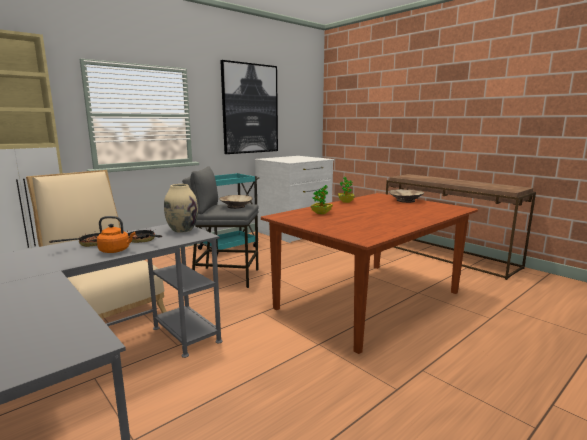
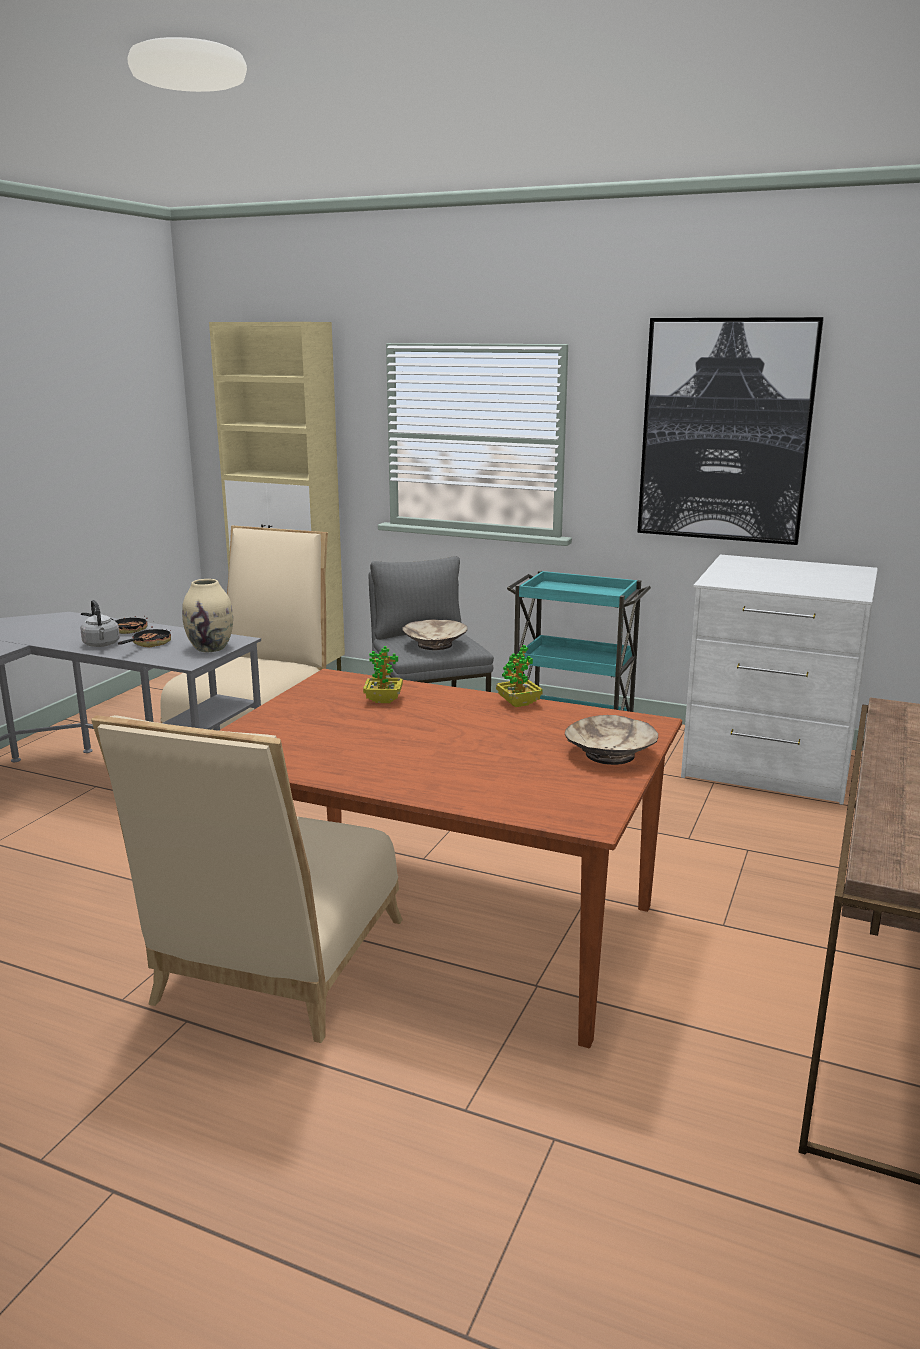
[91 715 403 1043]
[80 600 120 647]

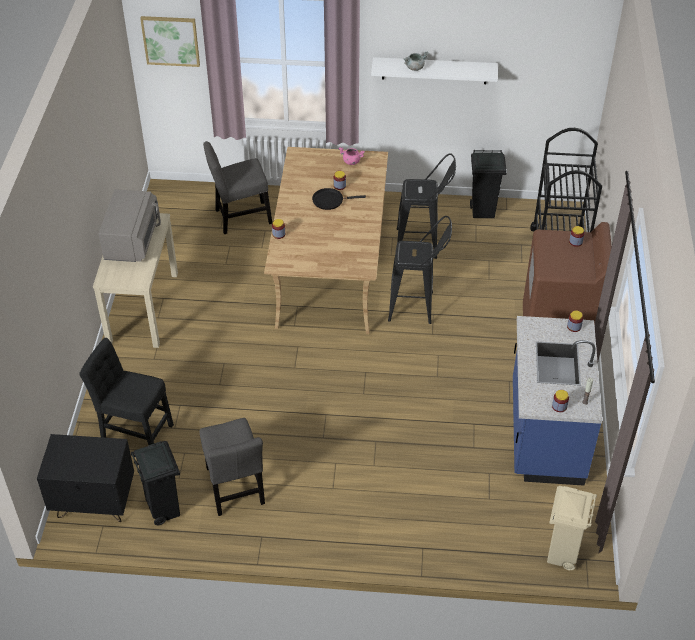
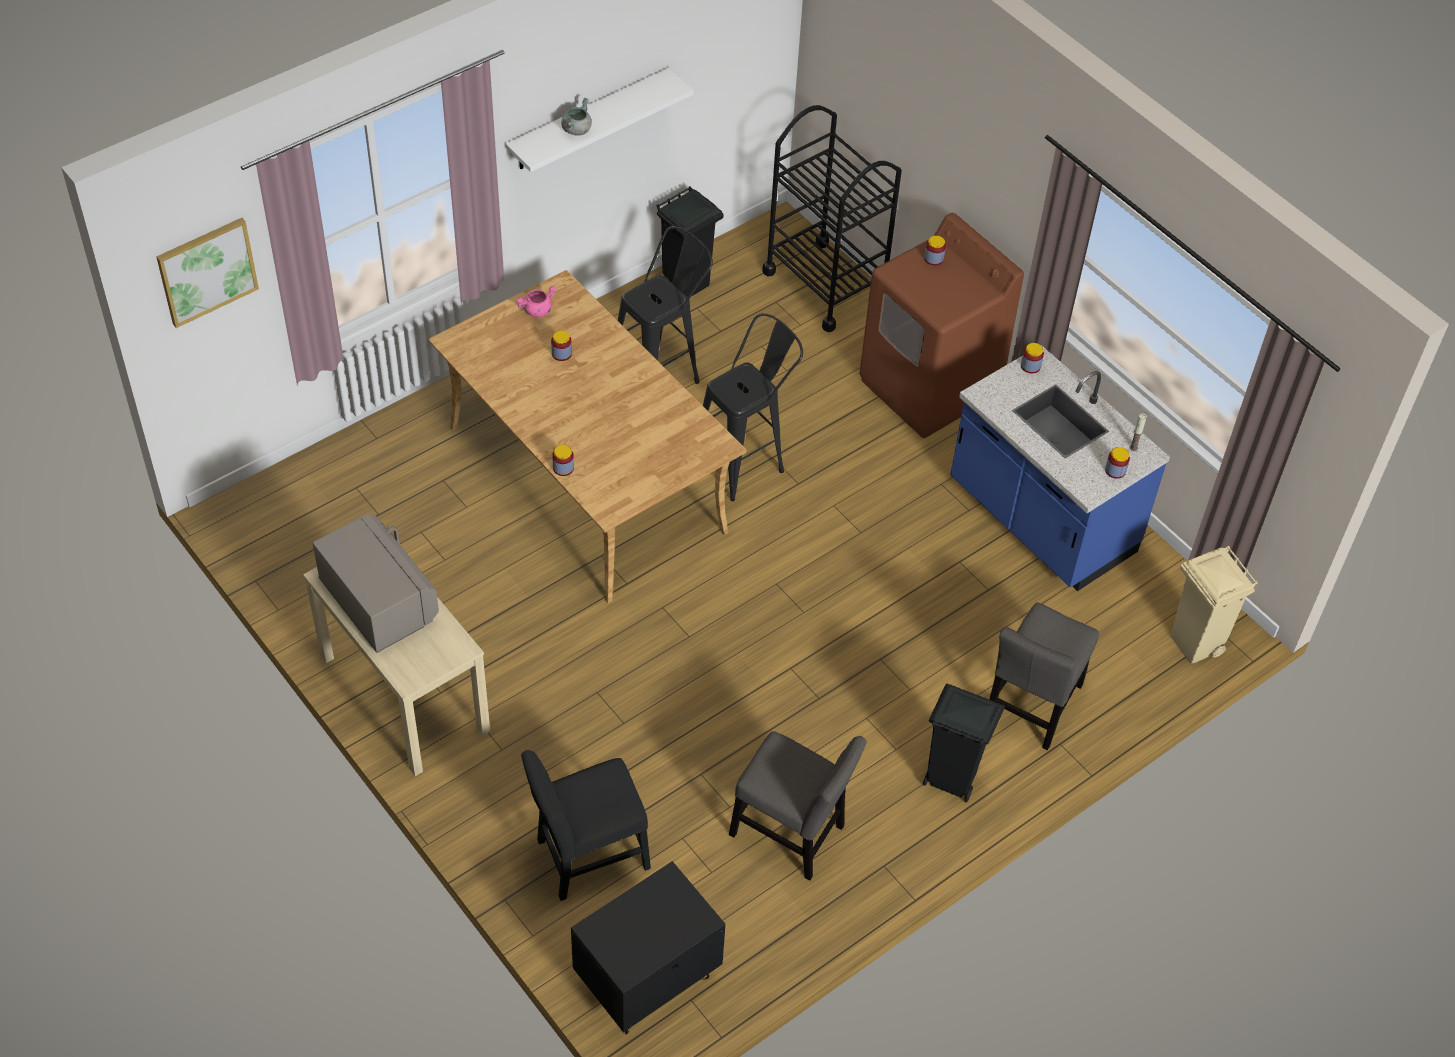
[312 188 366 210] (first image)
[923 683 1005 802]
[989 602 1099 750]

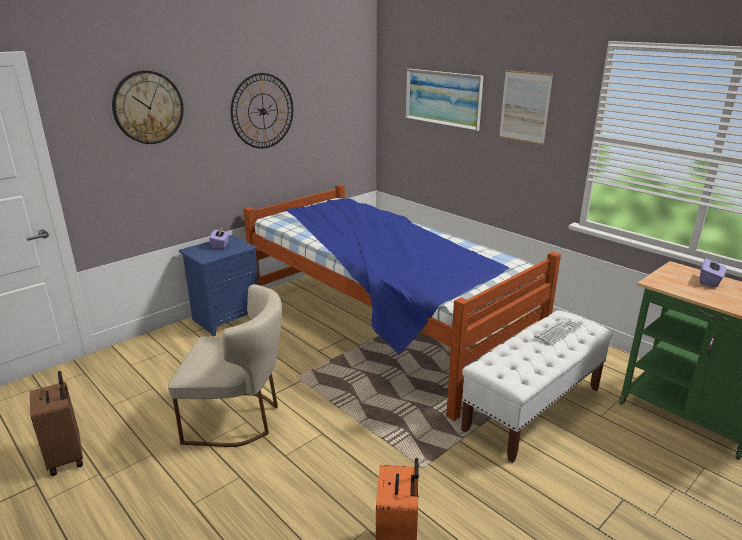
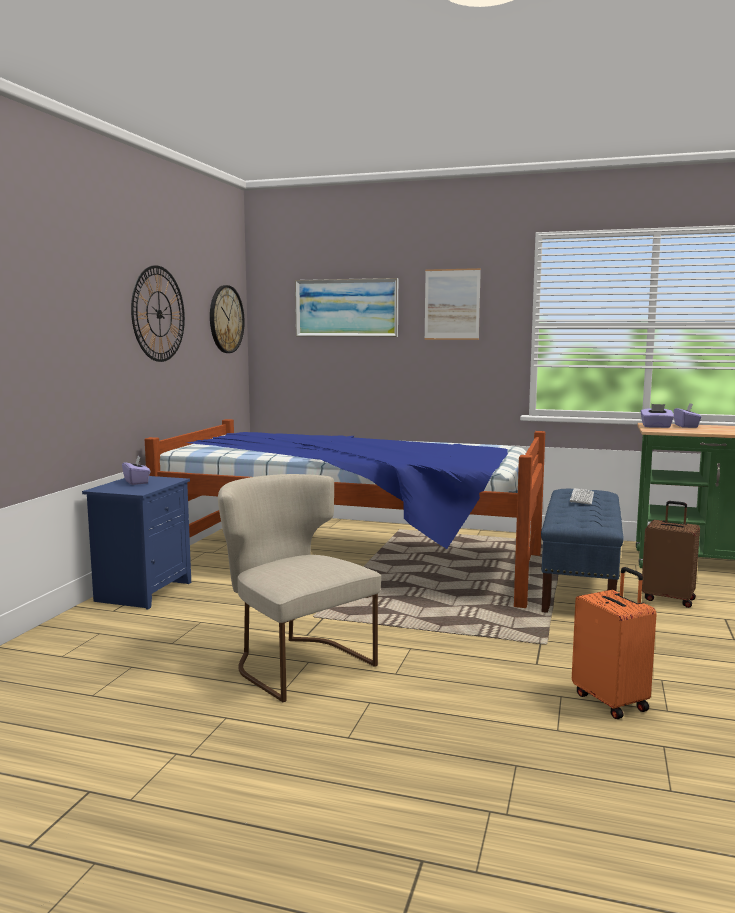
[641 404 674 428]
[642 501 700 608]
[210 285 245 353]
[541 489 624 613]
[218 474 381 702]

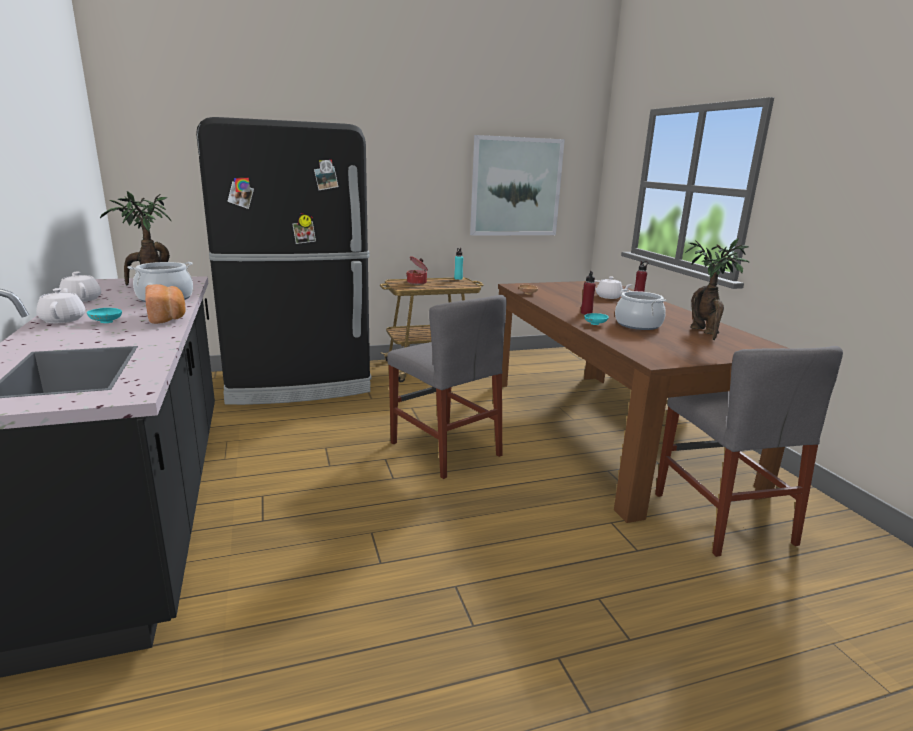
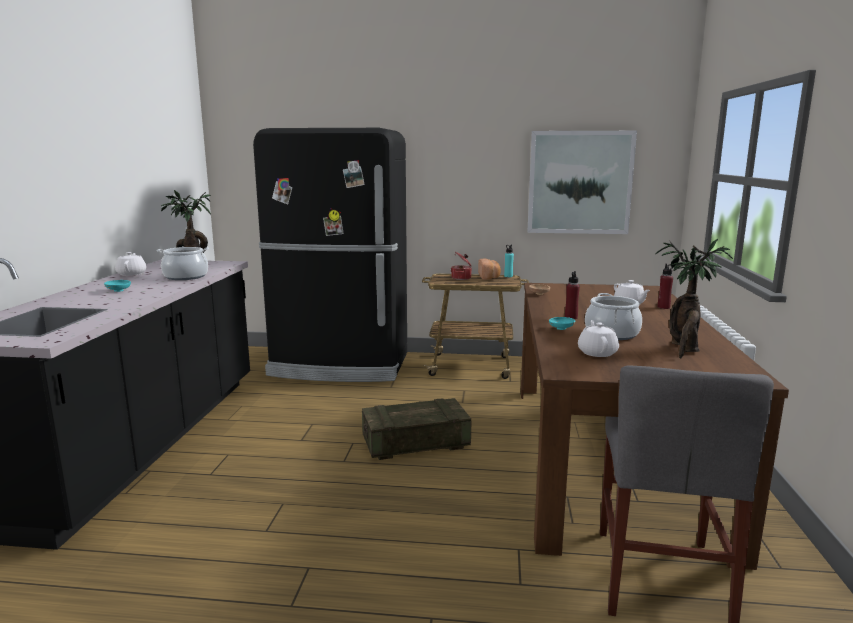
[578 320 619 357]
[478 259 501 280]
[362 398 471 460]

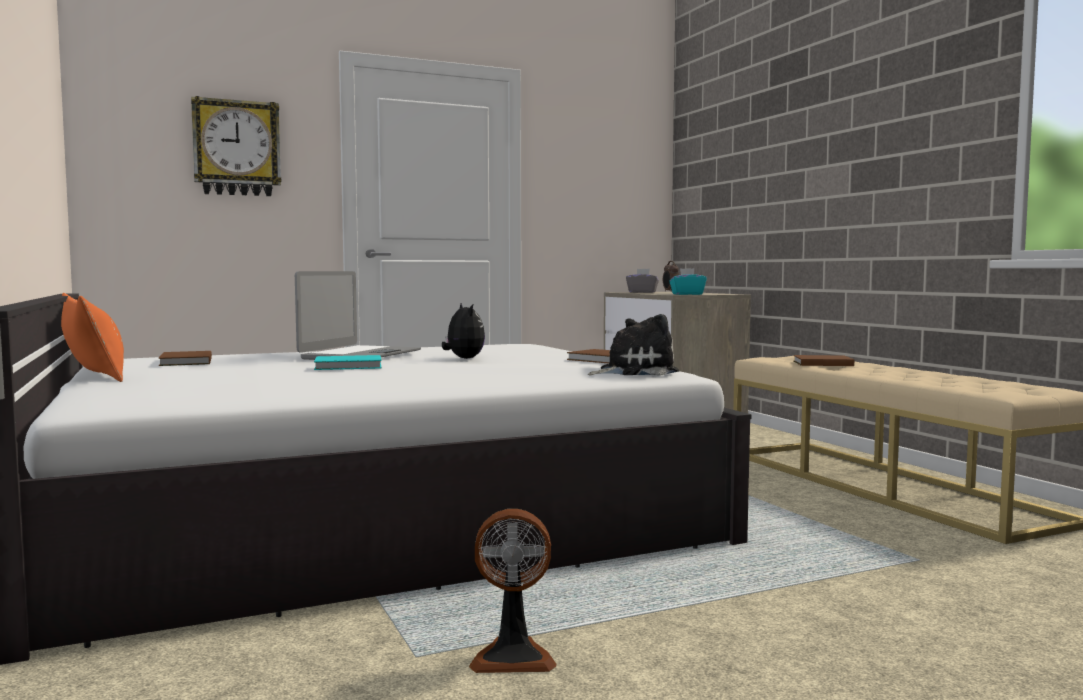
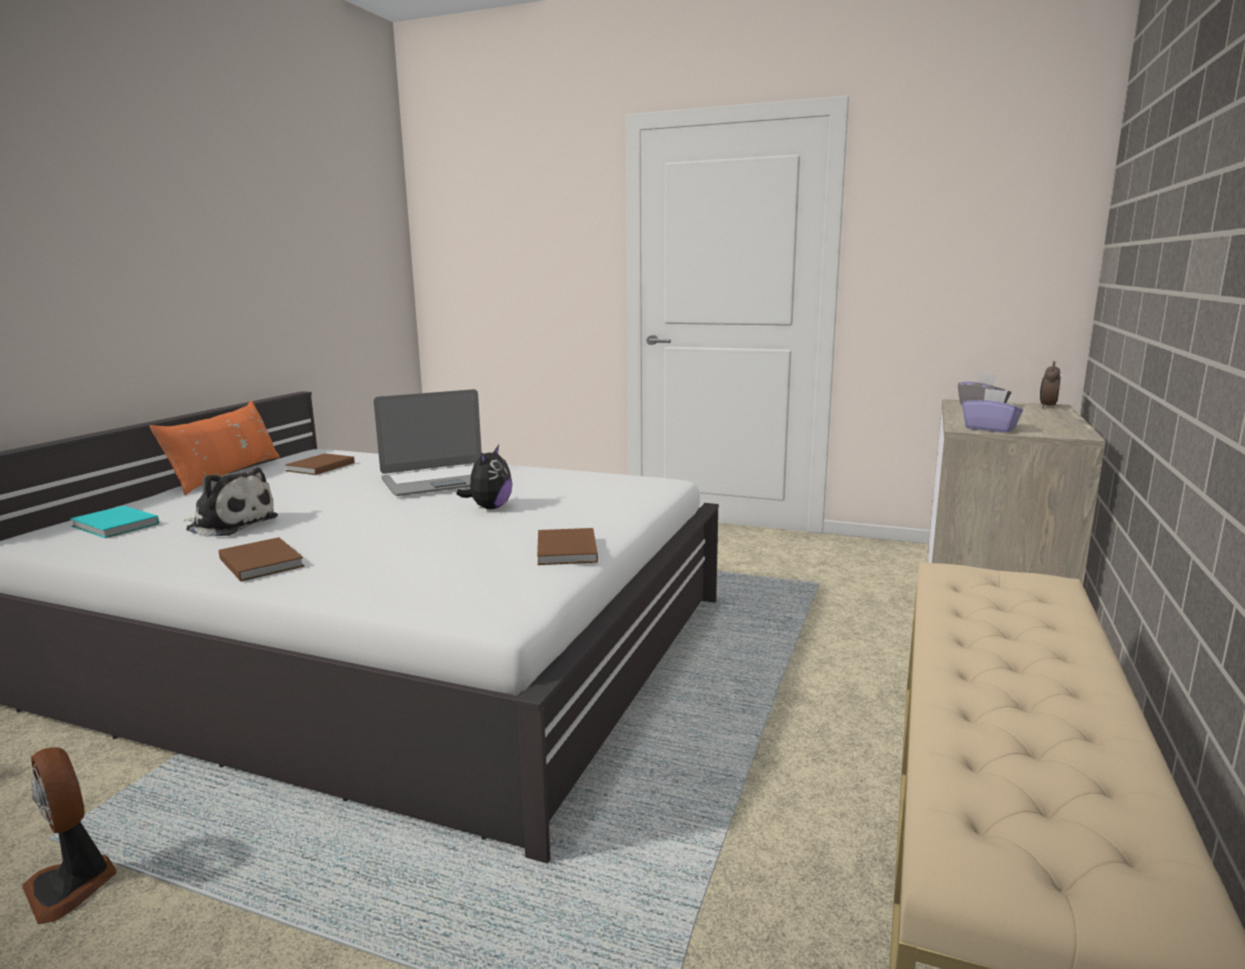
[191 96 281 196] (first image)
[70 506 159 538]
[184 468 278 537]
[219 537 304 581]
[962 388 1023 433]

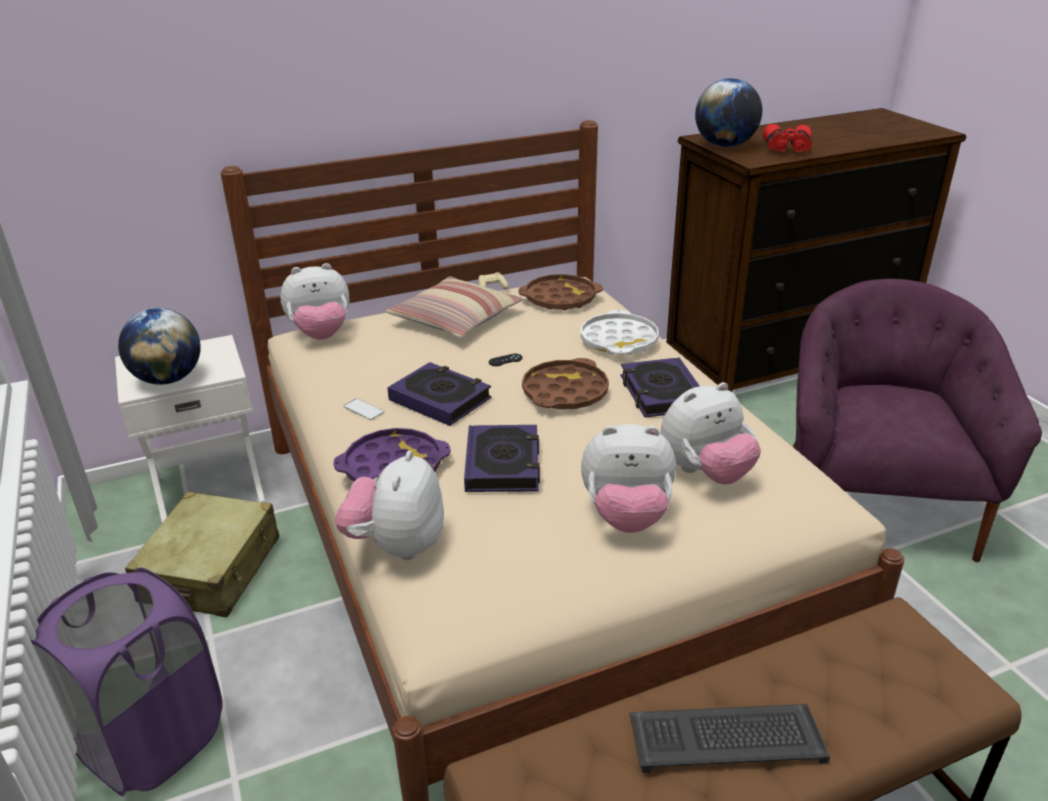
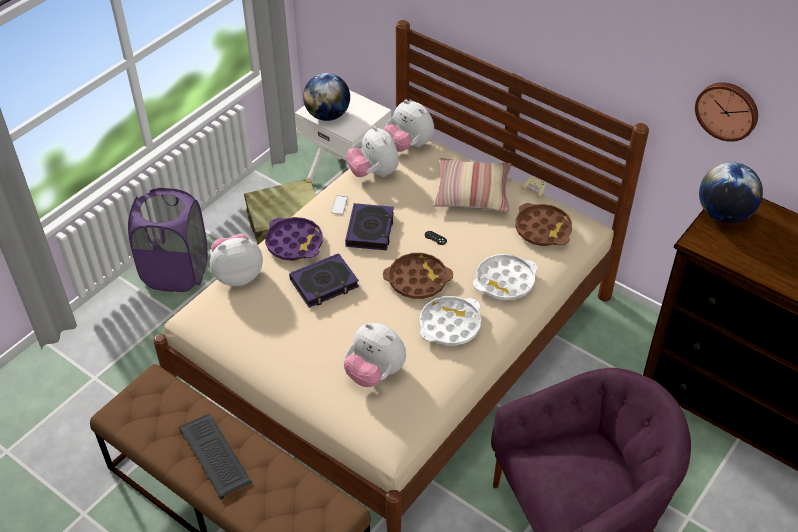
[763 124 812 152] (first image)
[695 82 758 142]
[346 126 399 177]
[419 296 481 346]

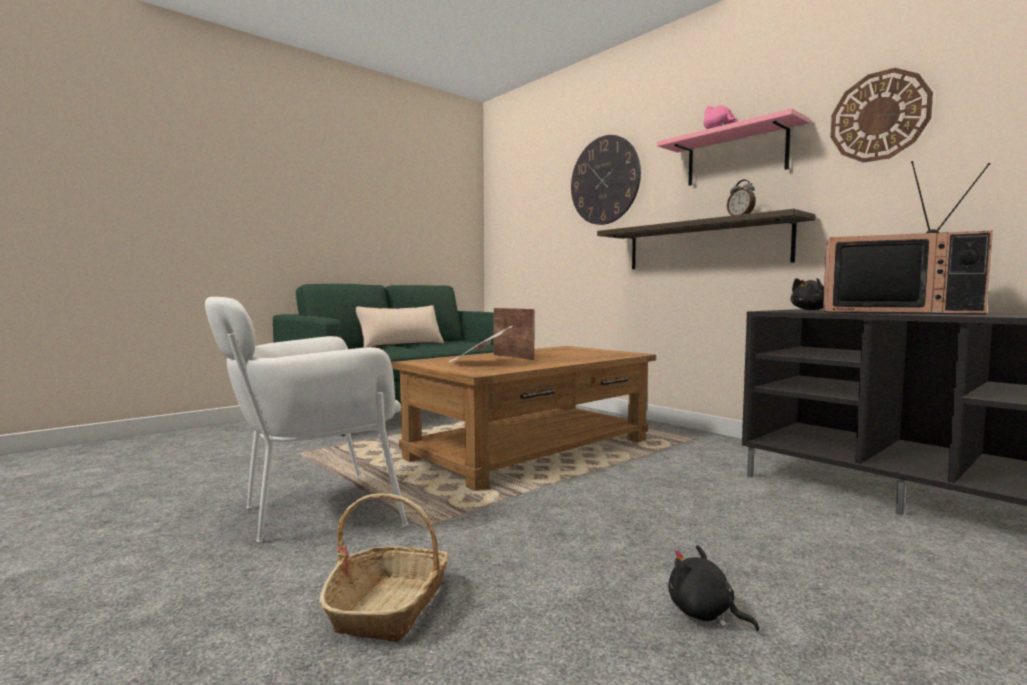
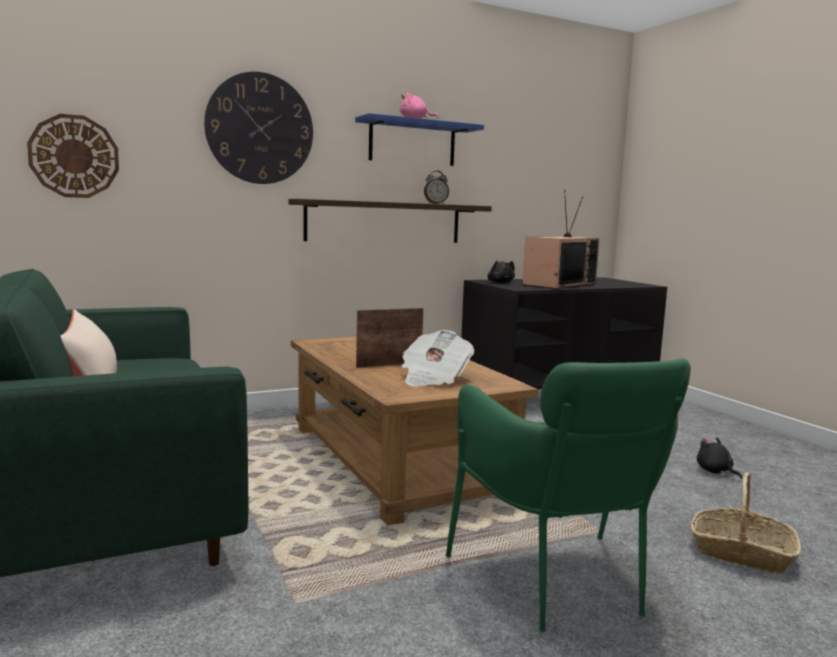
[27 114 119 198]
[445 359 691 632]
[355 113 484 166]
[697 438 742 479]

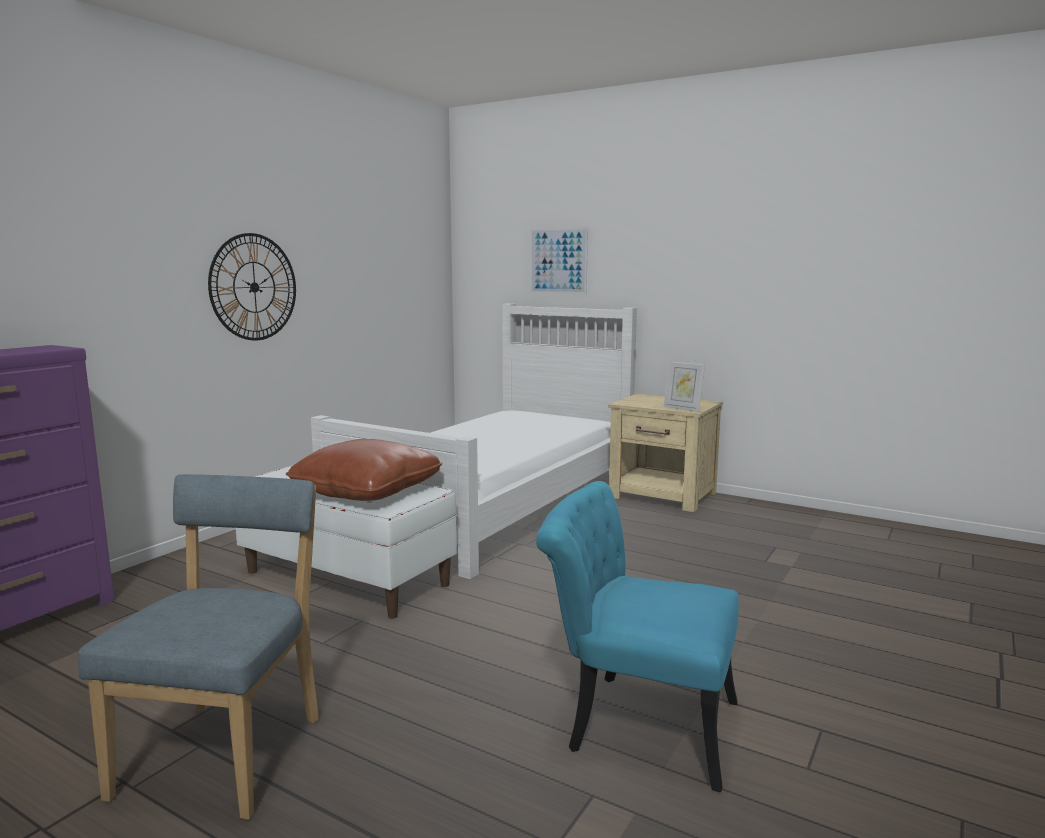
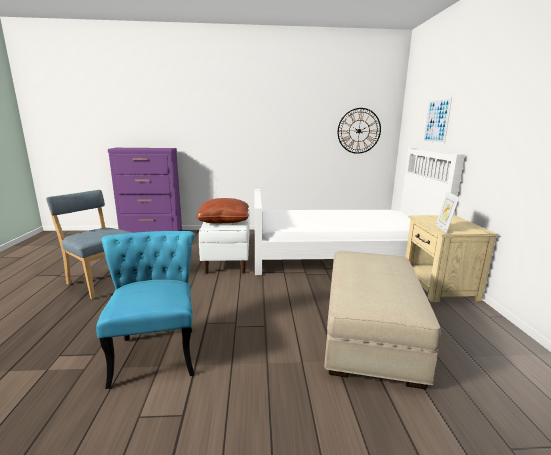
[324 251 441 389]
[338 108 381 154]
[46 190 132 299]

